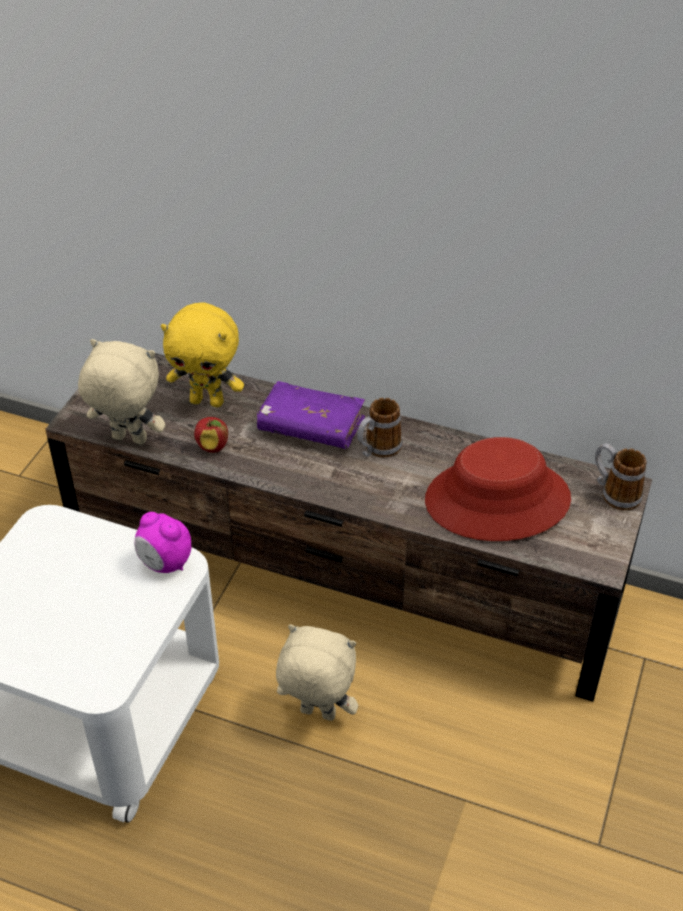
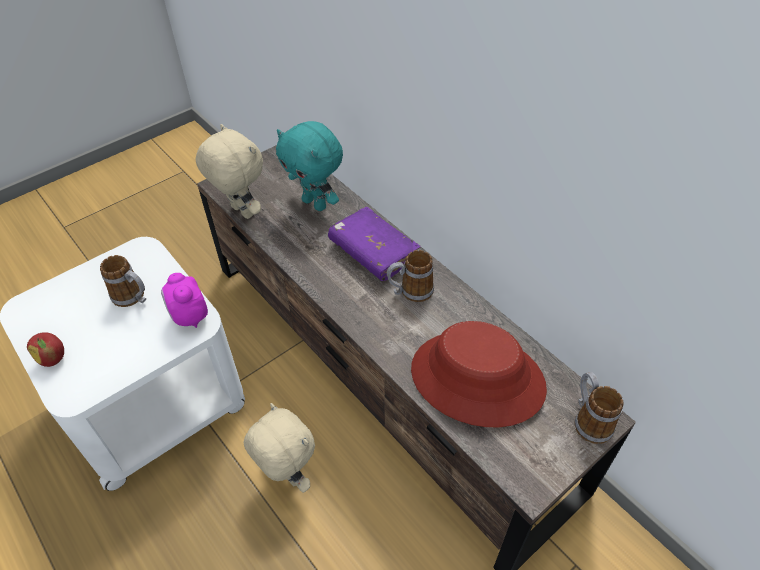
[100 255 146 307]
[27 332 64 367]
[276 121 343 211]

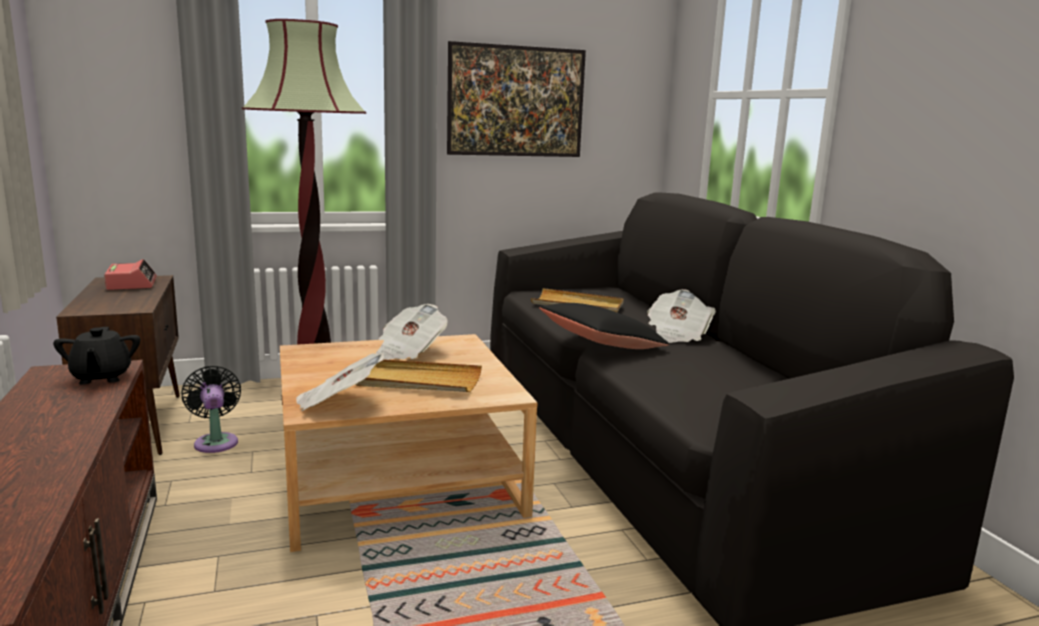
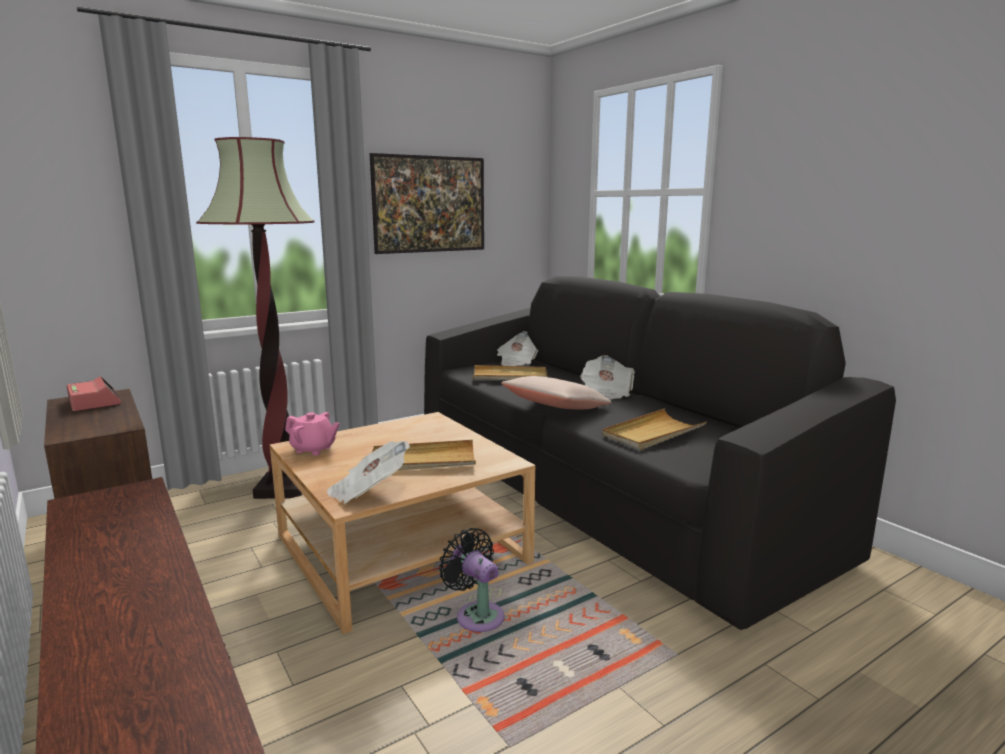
[53 327 140 385] (first image)
[285 412 340 456]
[602 409 706 450]
[439 528 505 632]
[497 331 538 366]
[501 376 612 410]

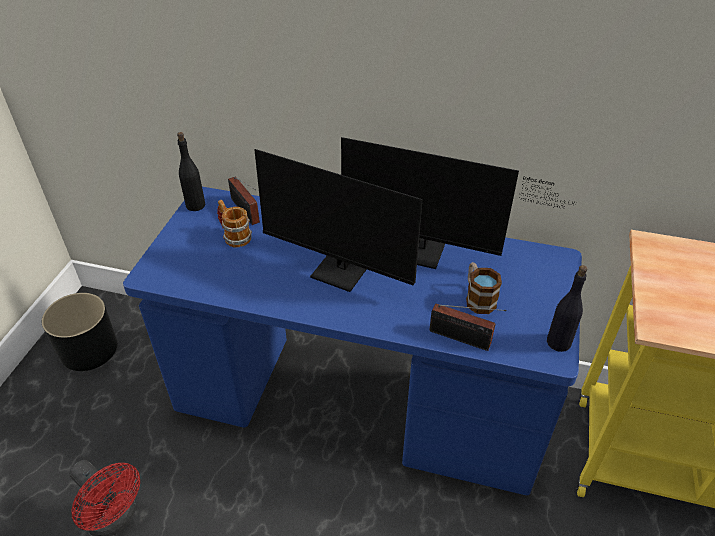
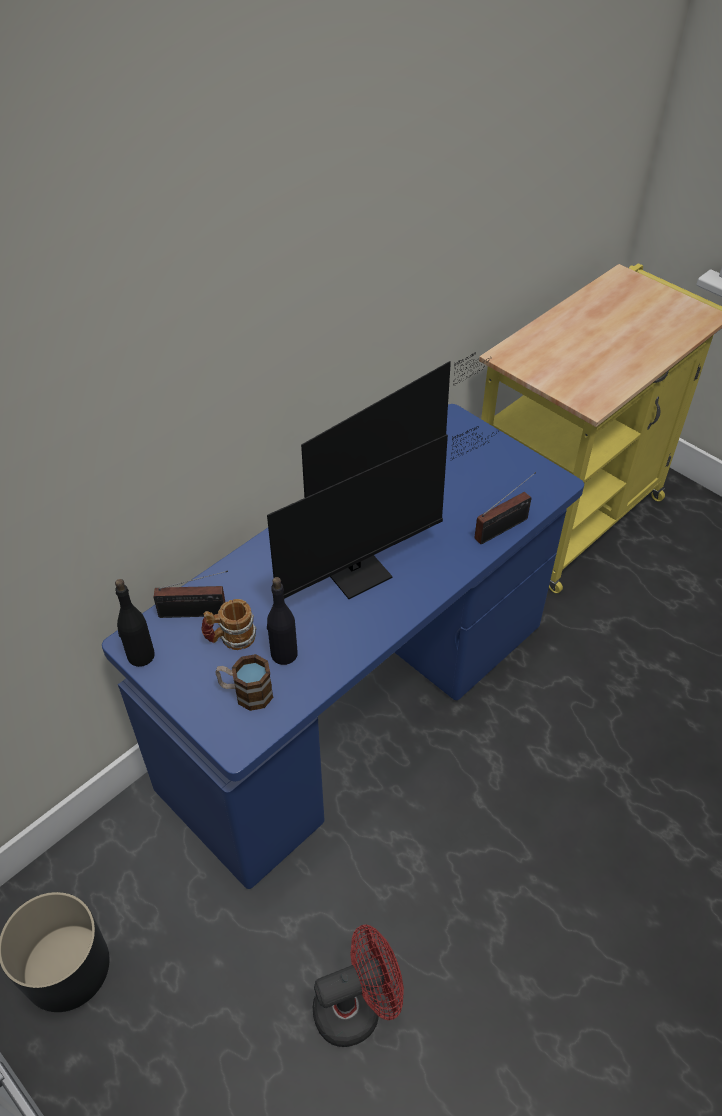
[215 654 273 711]
[267 577 298 665]

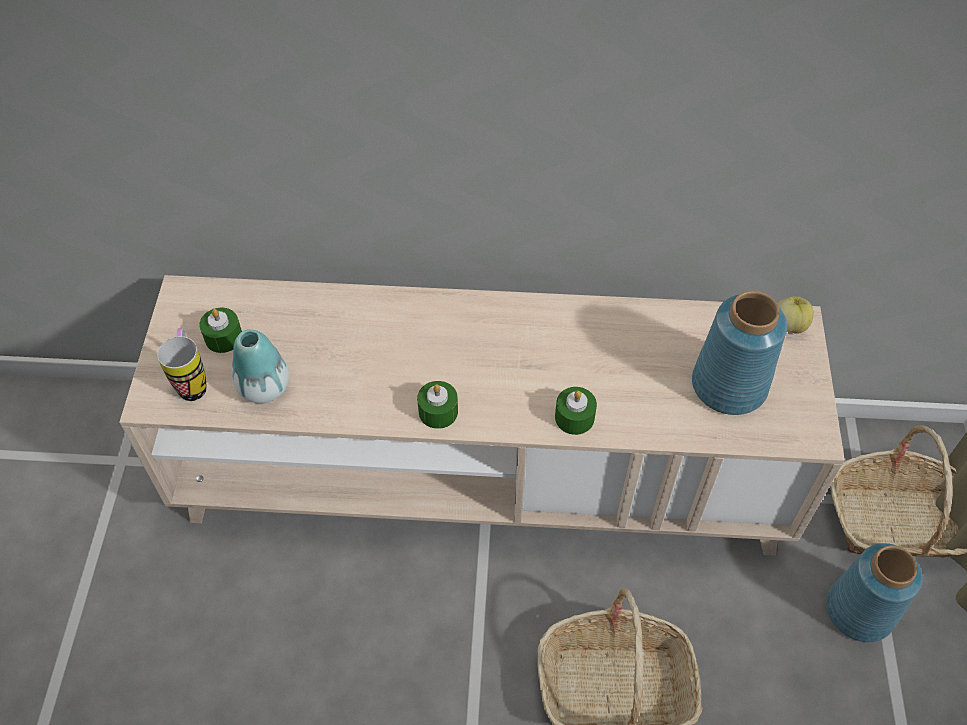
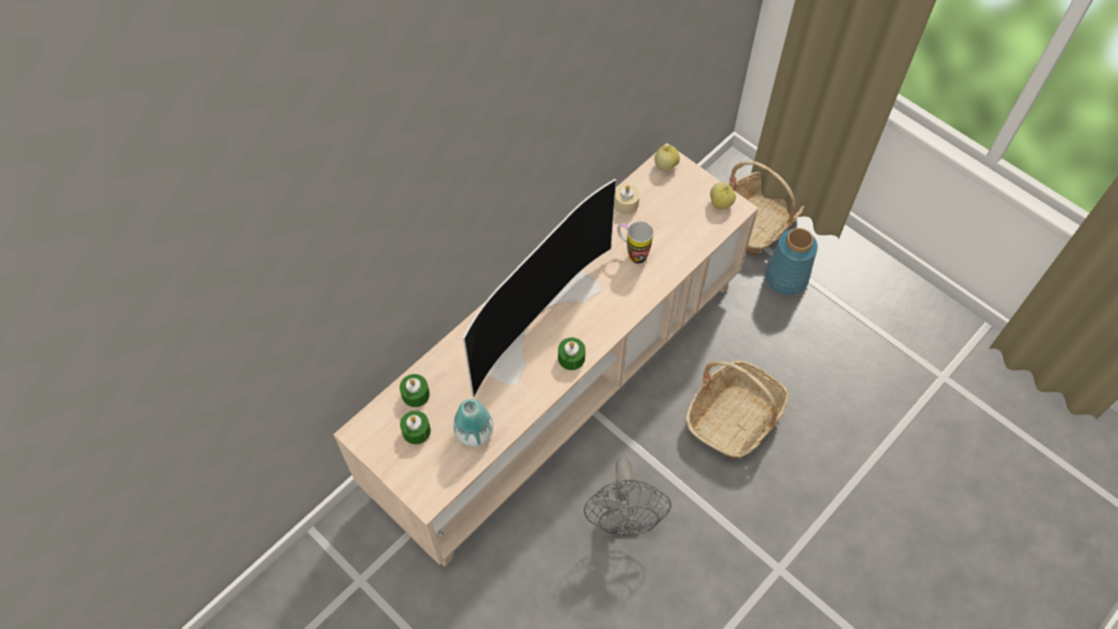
[692 291 787 415] (first image)
[463 179 616 398]
[584 457 671 536]
[614 184 640 214]
[710 182 736 209]
[617 221 653 264]
[400 374 430 407]

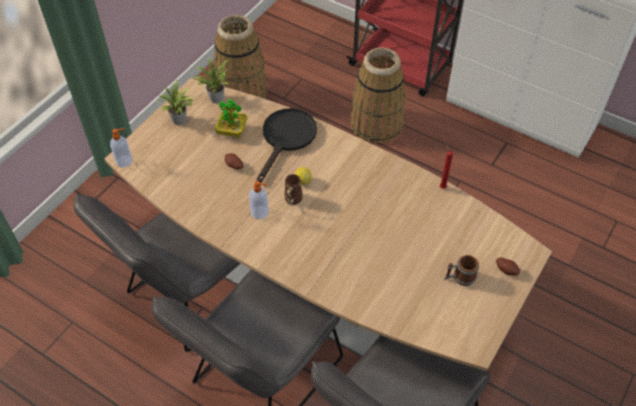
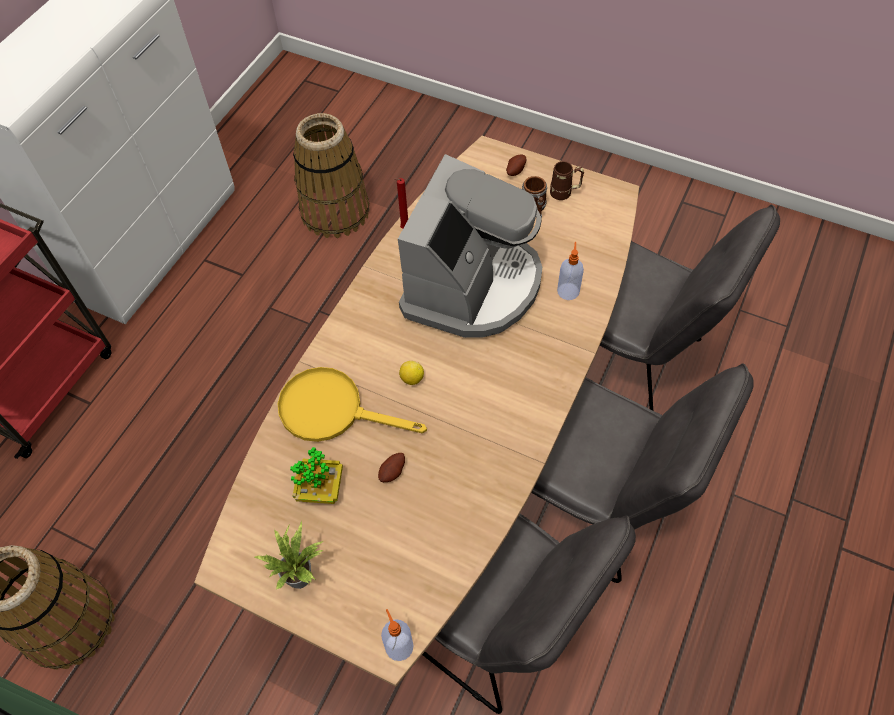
[193 57 229 103] (first image)
[398 154 542 338]
[557 242 584 300]
[550 161 584 200]
[293 113 369 238]
[278 367 427 442]

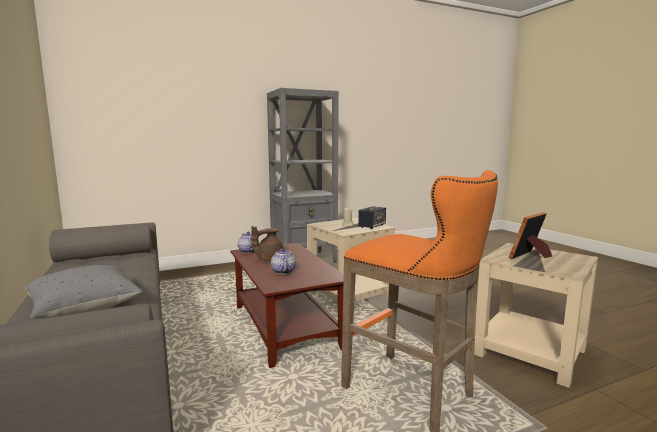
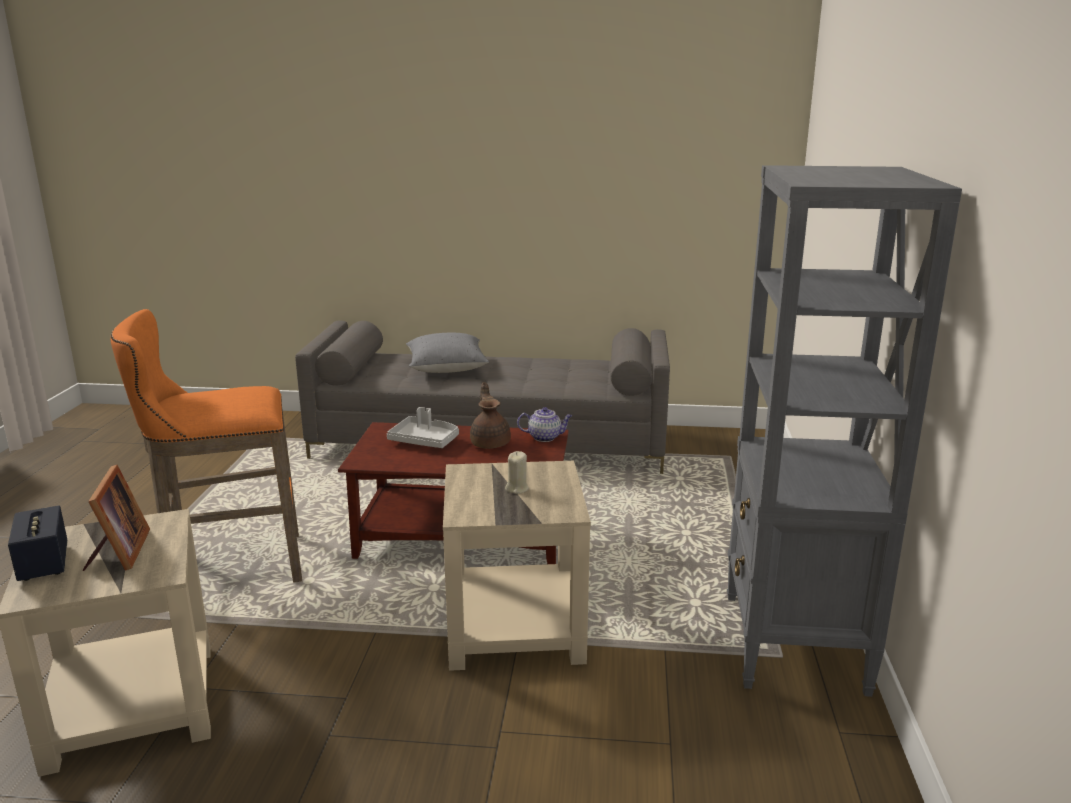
[8 505 67 581]
[387 407 459 448]

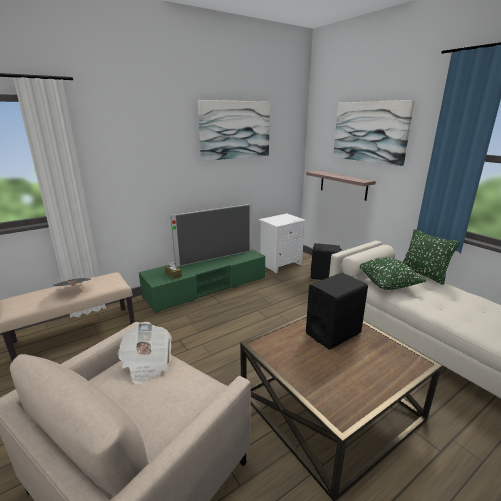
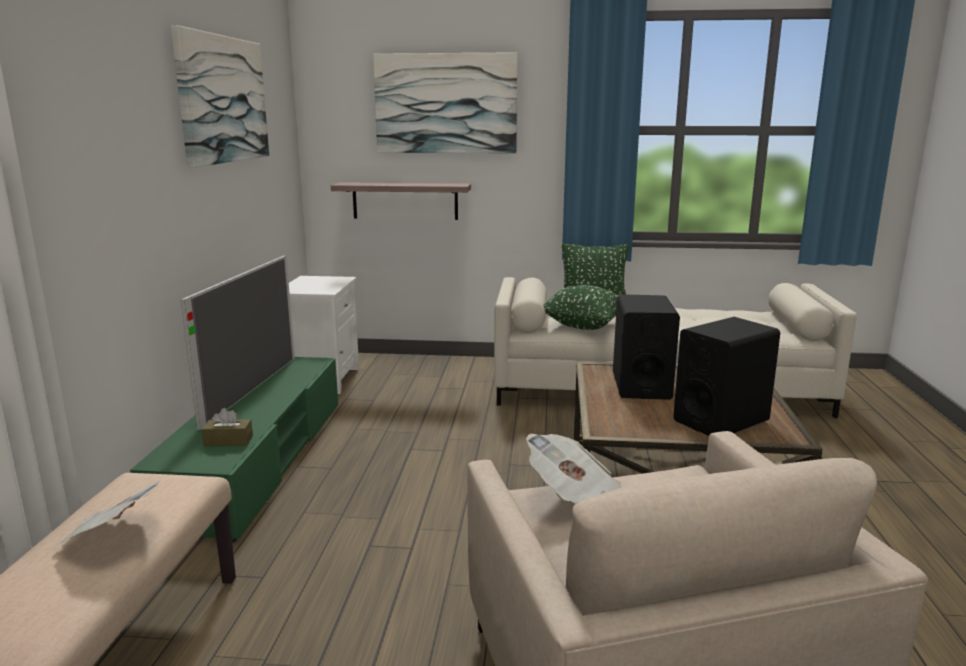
[673 317 780 436]

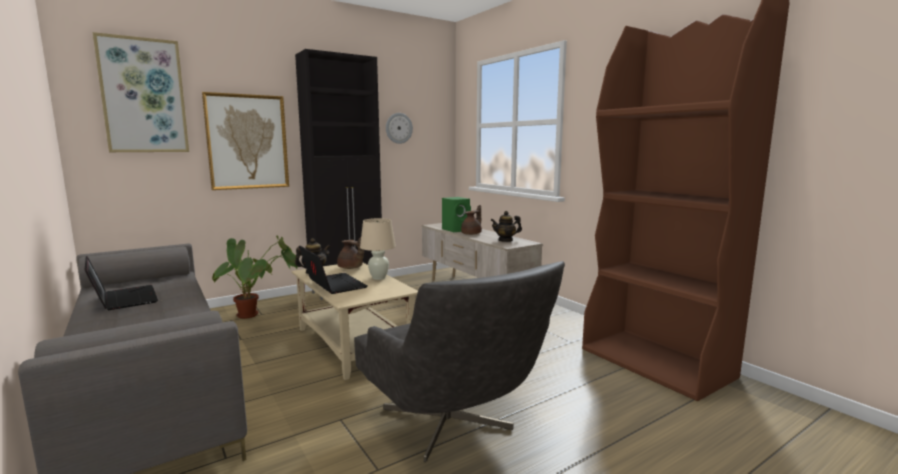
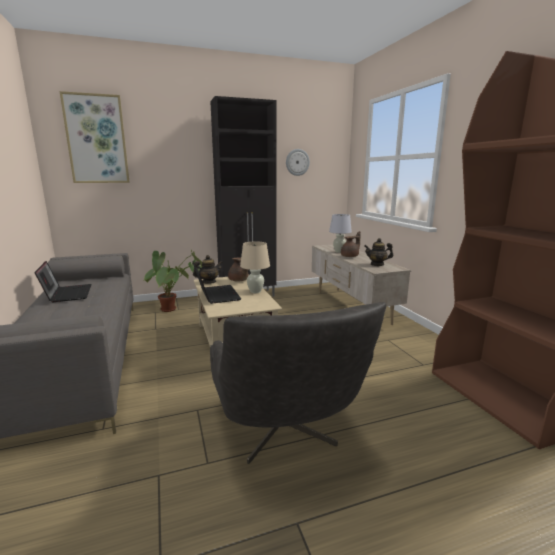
[202 92 289 190] (first image)
[329 214 352 253]

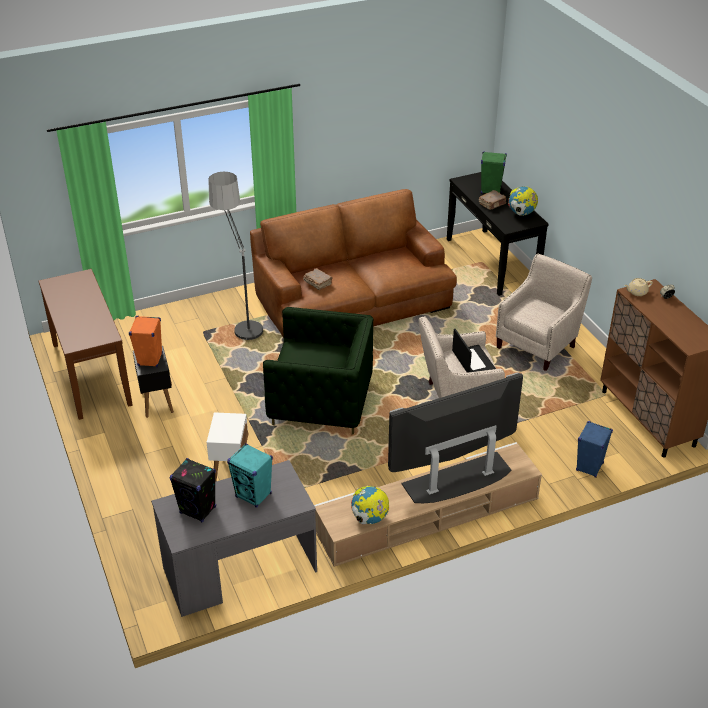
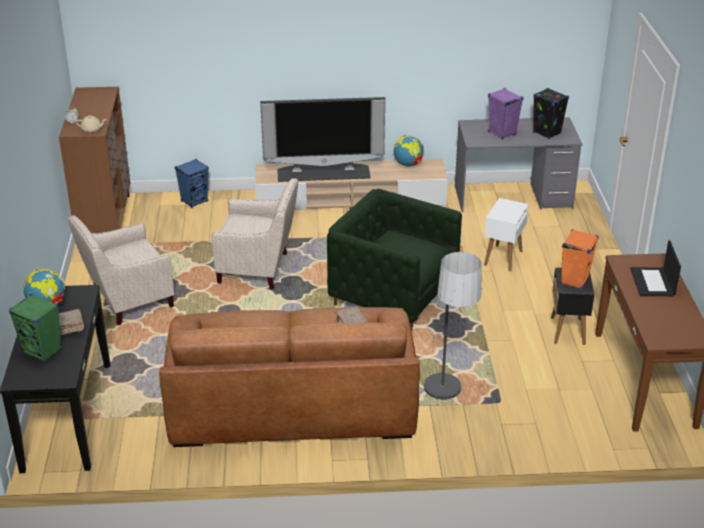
[630 240 681 296]
[488 88 523 140]

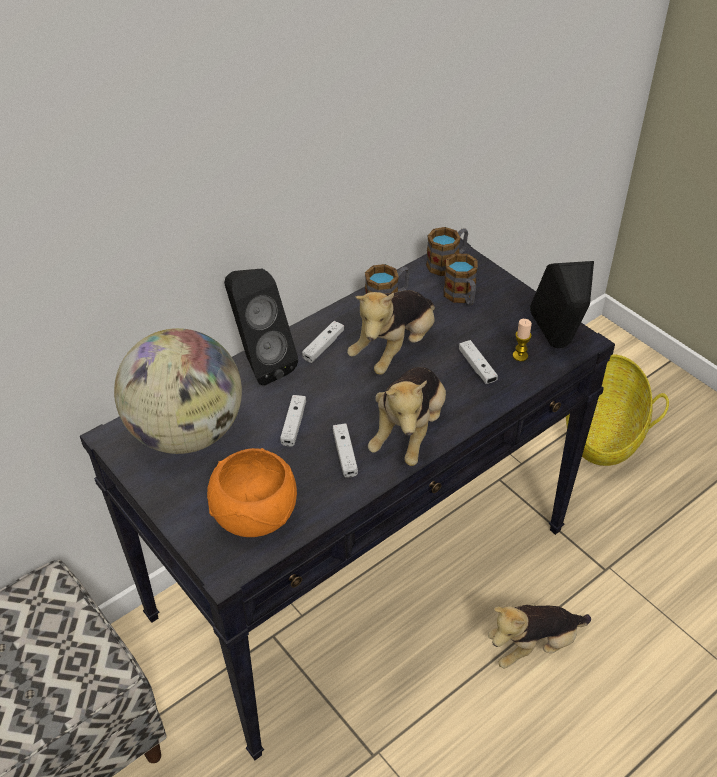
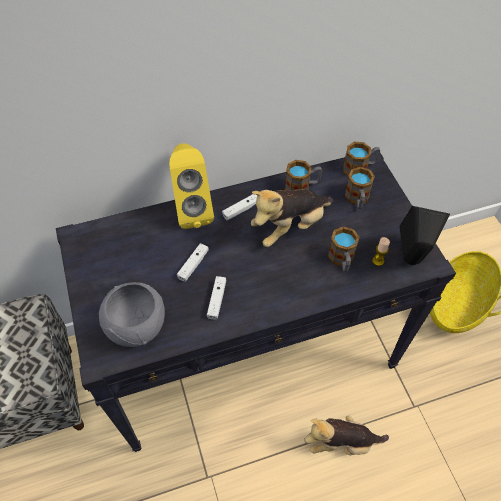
[114 328 242 454] (first image)
[368 367 446 466] (first image)
[328 226 359 272]
[99 282 165 347]
[169 143 214 229]

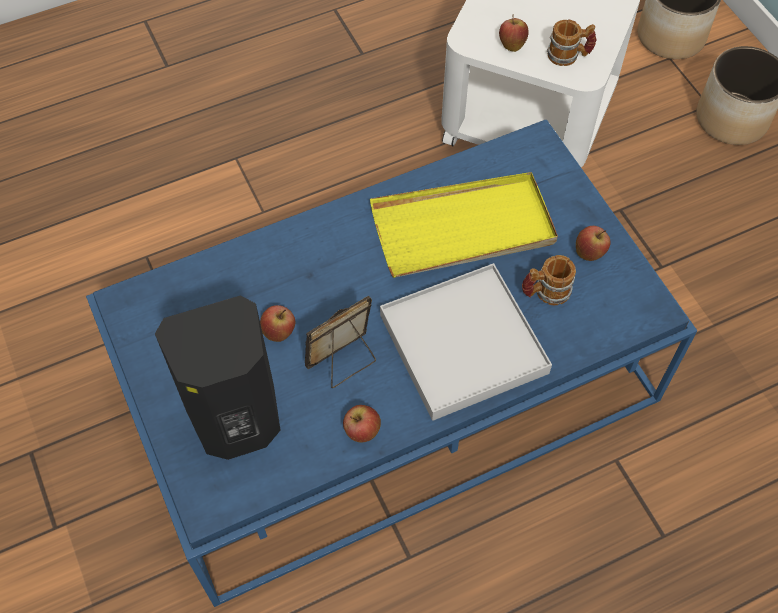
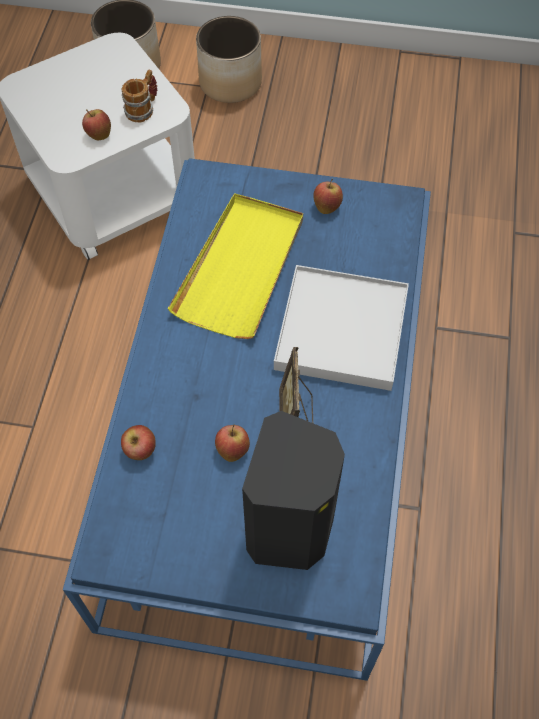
[522 255 576 305] (first image)
[121 425 156 460]

